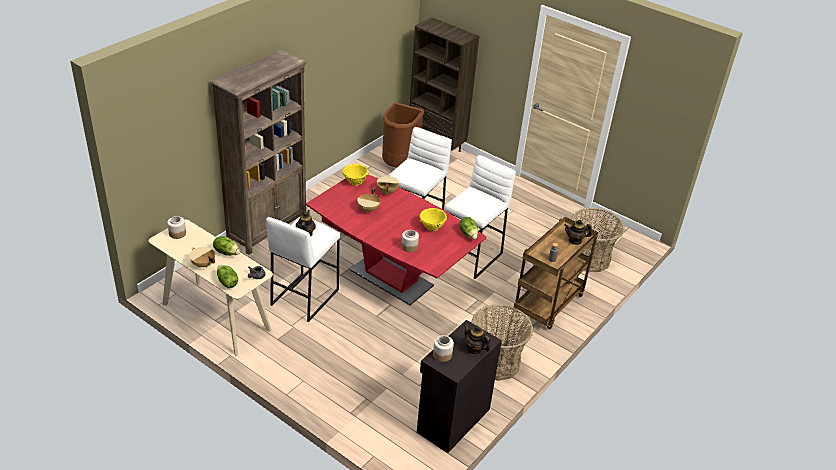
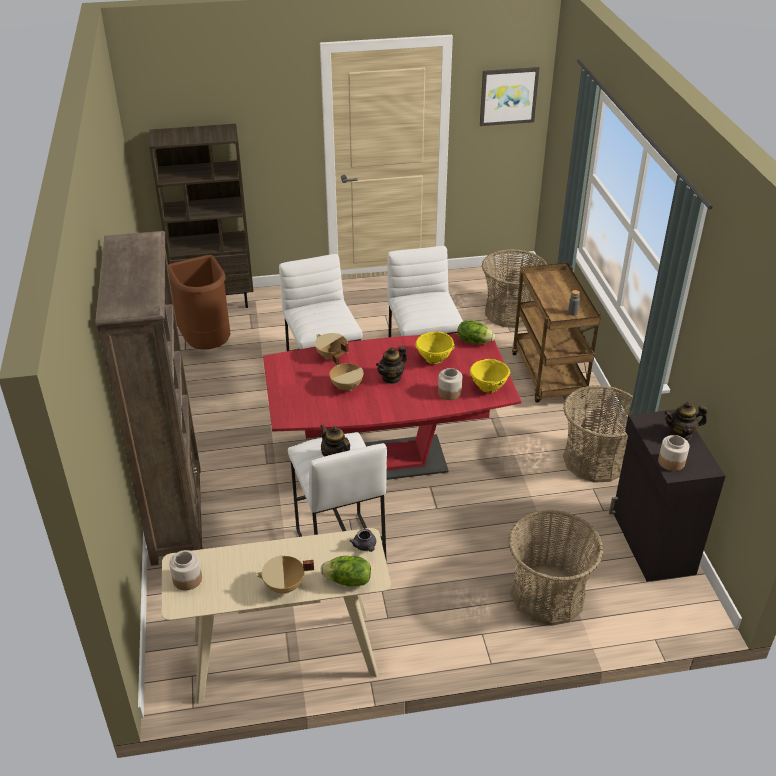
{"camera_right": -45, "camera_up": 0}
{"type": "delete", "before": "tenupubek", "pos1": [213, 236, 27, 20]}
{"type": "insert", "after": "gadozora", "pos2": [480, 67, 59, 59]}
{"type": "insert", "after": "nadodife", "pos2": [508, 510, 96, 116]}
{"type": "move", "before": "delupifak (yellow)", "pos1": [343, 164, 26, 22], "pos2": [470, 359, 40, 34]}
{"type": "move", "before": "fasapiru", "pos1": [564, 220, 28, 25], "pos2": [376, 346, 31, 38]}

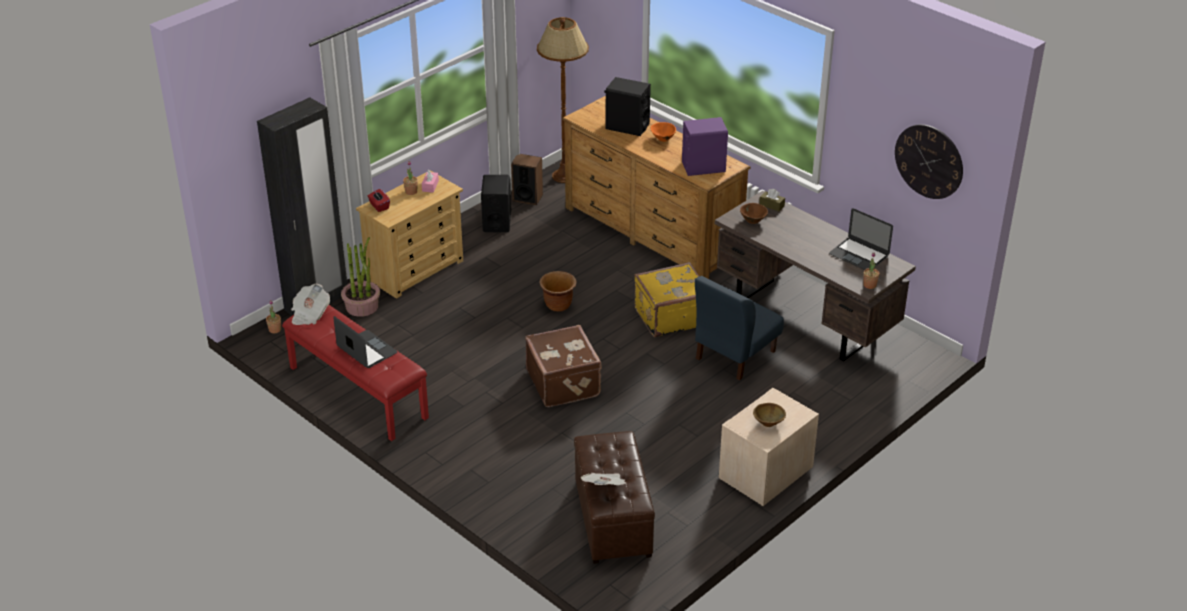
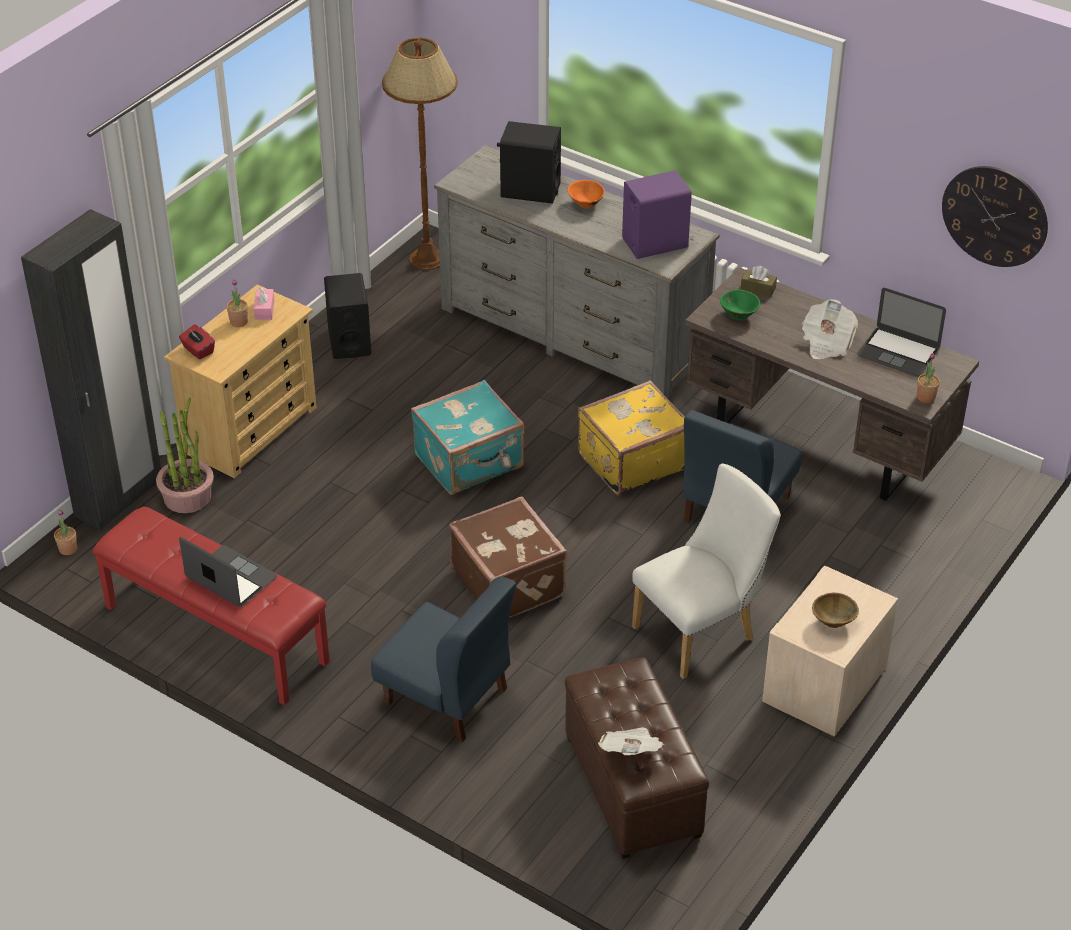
{"camera_right": -10, "camera_up": 5}
{"type": "delete", "before": "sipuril", "pos1": [511, 154, 32, 51]}
{"type": "insert", "after": "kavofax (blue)", "pos2": [371, 577, 145, 165]}
{"type": "insert", "after": "kavofax (white)", "pos2": [632, 464, 149, 215]}
{"type": "move", "before": "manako", "pos1": [291, 284, 39, 41], "pos2": [802, 299, 56, 60]}
{"type": "replace", "before": "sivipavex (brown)", "after": "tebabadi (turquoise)", "pos1": [540, 271, 37, 41], "pos2": [411, 380, 113, 115]}
{"type": "recolor", "before": "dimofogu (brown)", "after": "dimofogu (grey)", "pos1": [563, 96, 188, 183], "pos2": [434, 145, 285, 254]}
{"type": "recolor", "before": "delupifak (brown)", "after": "delupifak (green)", "pos1": [740, 203, 28, 21], "pos2": [720, 289, 40, 31]}

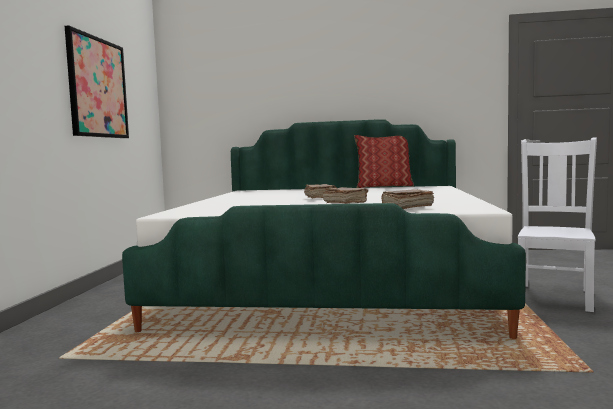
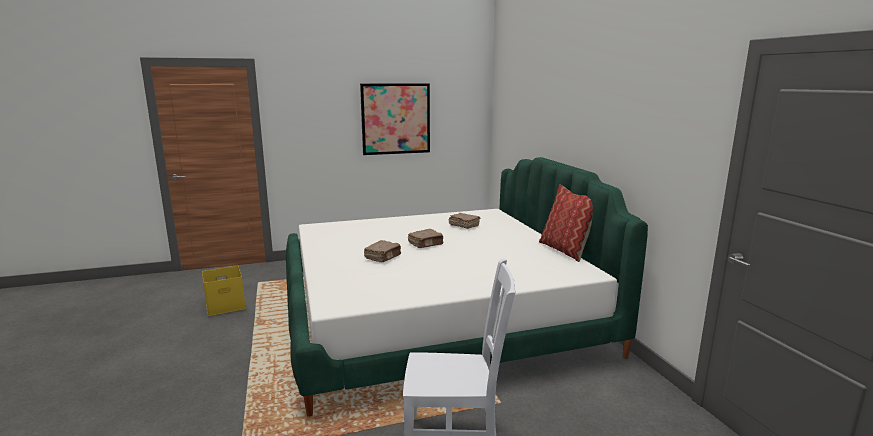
{"camera_right": 65, "camera_up": 10}
{"type": "insert", "after": "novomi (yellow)", "pos2": [202, 266, 44, 50]}
{"type": "move", "before": "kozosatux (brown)", "pos1": [381, 189, 53, 20], "pos2": [449, 213, 32, 16]}

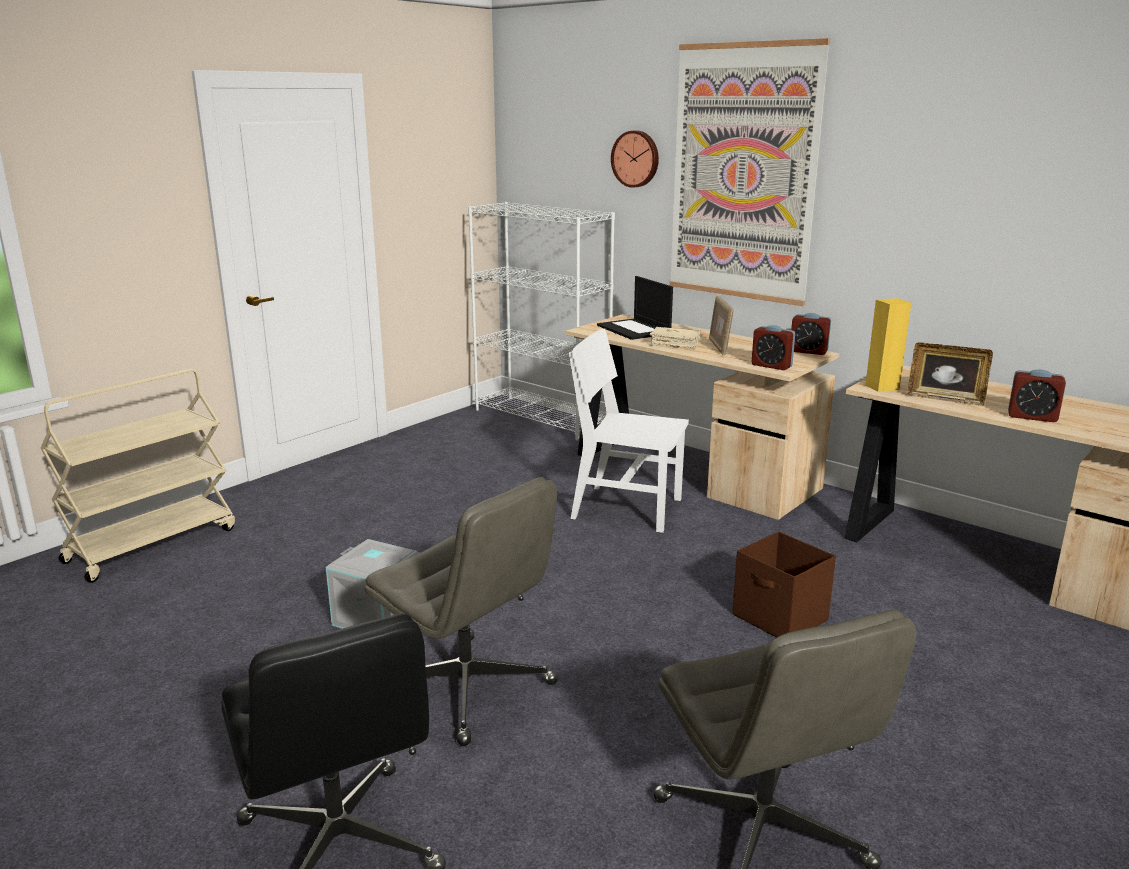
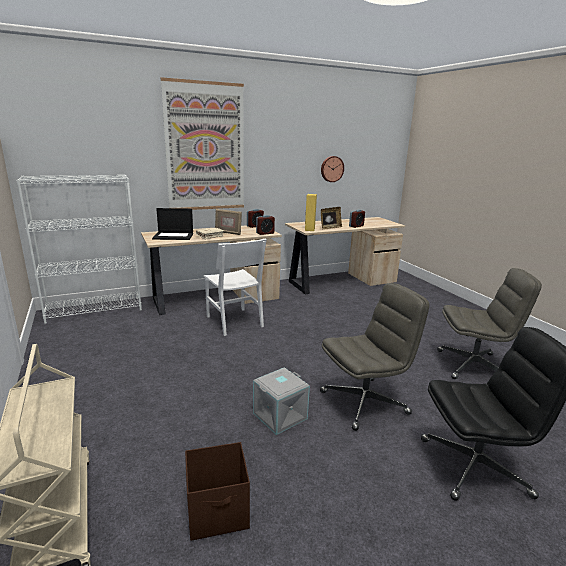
{"camera_right": -65, "camera_up": 0}
{"type": "move", "before": "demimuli", "pos1": [611, 131, 48, 57], "pos2": [321, 156, 23, 26]}
{"type": "move", "before": "novomi (brown)", "pos1": [732, 531, 104, 107], "pos2": [185, 442, 65, 99]}
{"type": "rotate", "before": "kavofax (white)", "pos1": [569, 329, 120, 204], "pos2": [204, 238, 63, 98], "turn": -75}

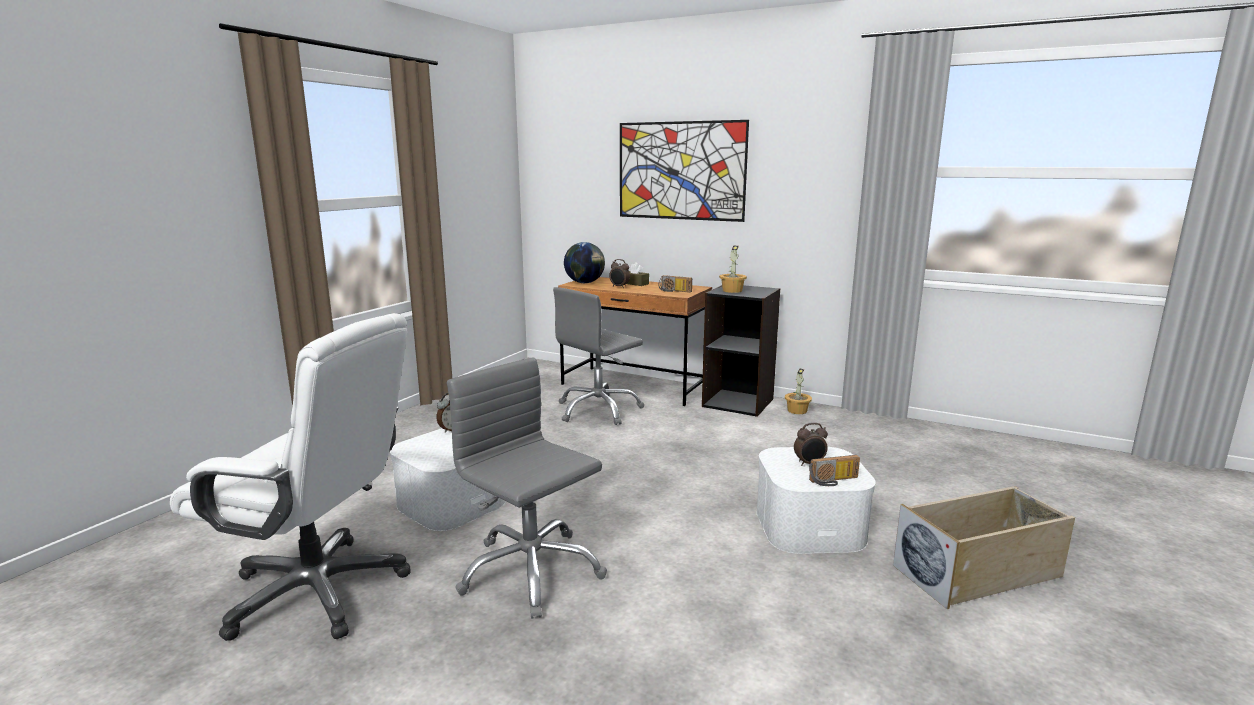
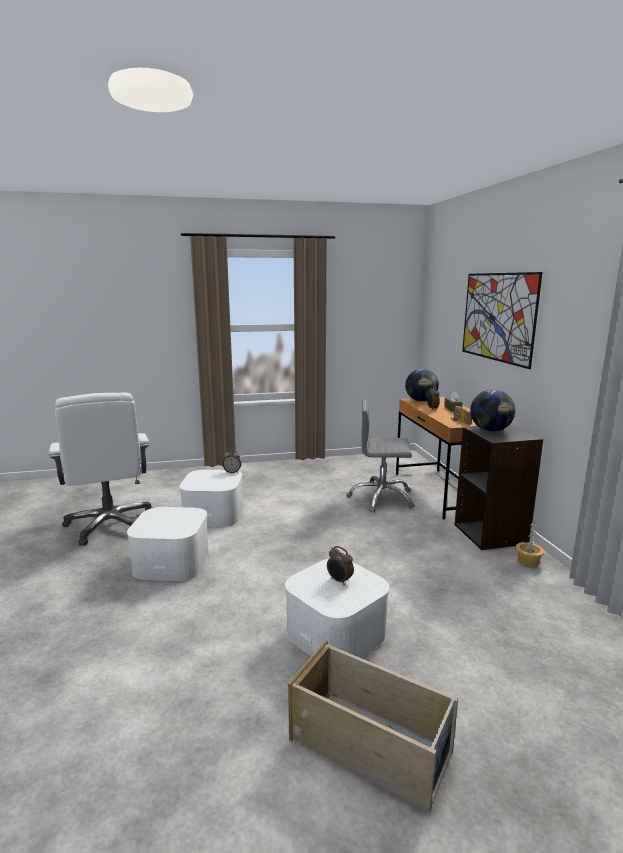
{"camera_right": 50, "camera_up": 0}
{"type": "delete", "before": "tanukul", "pos1": [809, 455, 51, 31]}
{"type": "replace", "before": "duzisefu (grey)", "after": "novomi (white)", "pos1": [447, 357, 160, 262], "pos2": [127, 507, 82, 74]}
{"type": "replace", "before": "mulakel", "after": "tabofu", "pos1": [719, 245, 28, 48], "pos2": [470, 389, 45, 43]}

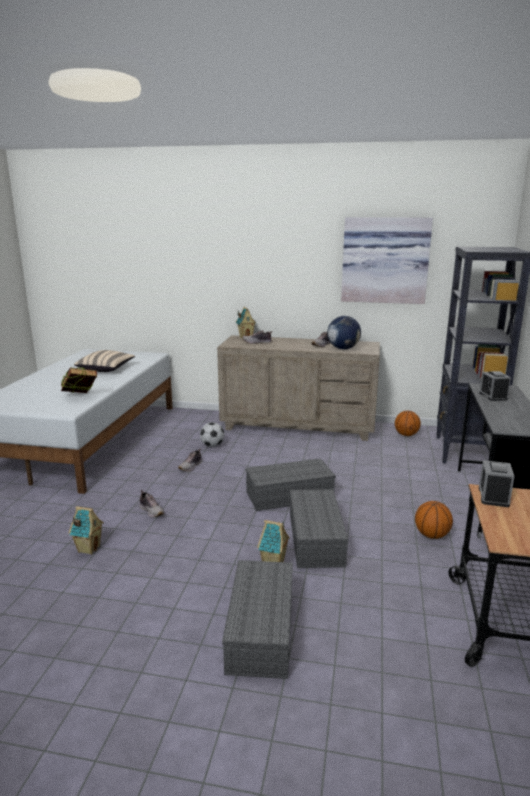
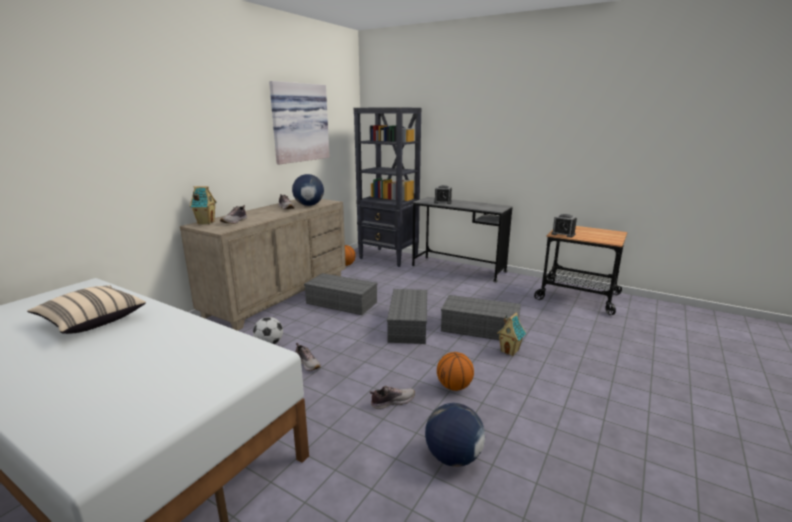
{"camera_right": -70, "camera_up": 0}
{"type": "delete", "before": "kozosatux", "pos1": [61, 367, 36, 26]}
{"type": "move", "before": "novomi (grey)", "pos1": [222, 560, 71, 119], "pos2": [304, 273, 73, 42]}
{"type": "move", "before": "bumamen", "pos1": [415, 501, 38, 38], "pos2": [437, 352, 37, 39]}
{"type": "replace", "before": "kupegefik", "after": "tabofu", "pos1": [69, 506, 35, 49], "pos2": [425, 403, 60, 64]}

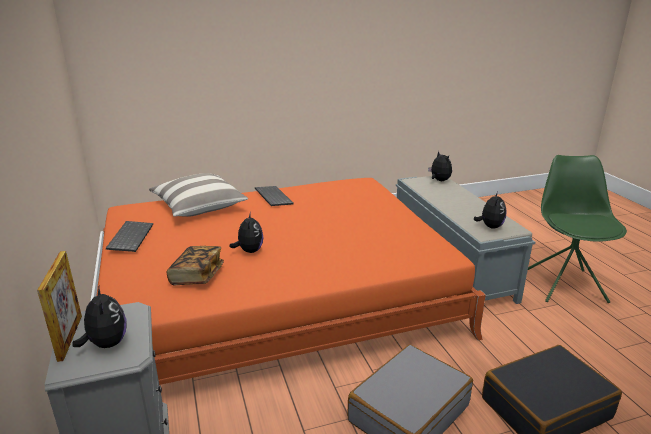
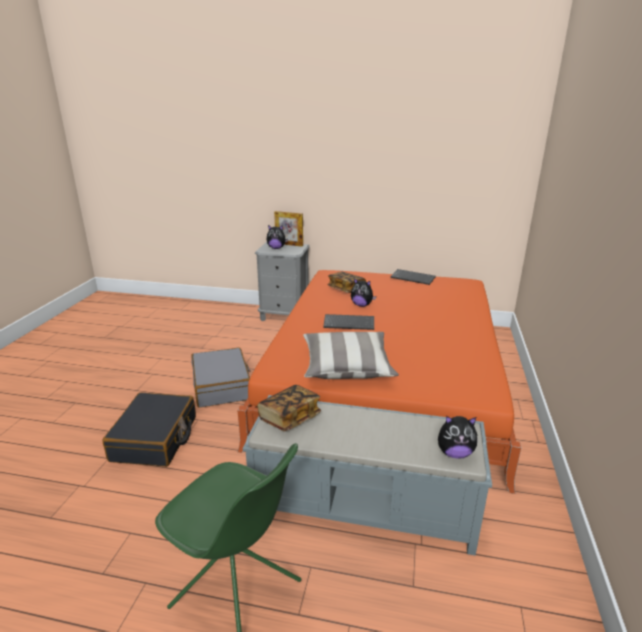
{"camera_right": 120, "camera_up": 0}
{"type": "move", "before": "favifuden", "pos1": [149, 173, 99, 44], "pos2": [303, 332, 96, 47]}
{"type": "move", "before": "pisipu", "pos1": [255, 186, 39, 20], "pos2": [323, 314, 51, 16]}
{"type": "replace", "before": "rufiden", "after": "kozosatux", "pos1": [474, 192, 32, 37], "pos2": [257, 385, 64, 46]}

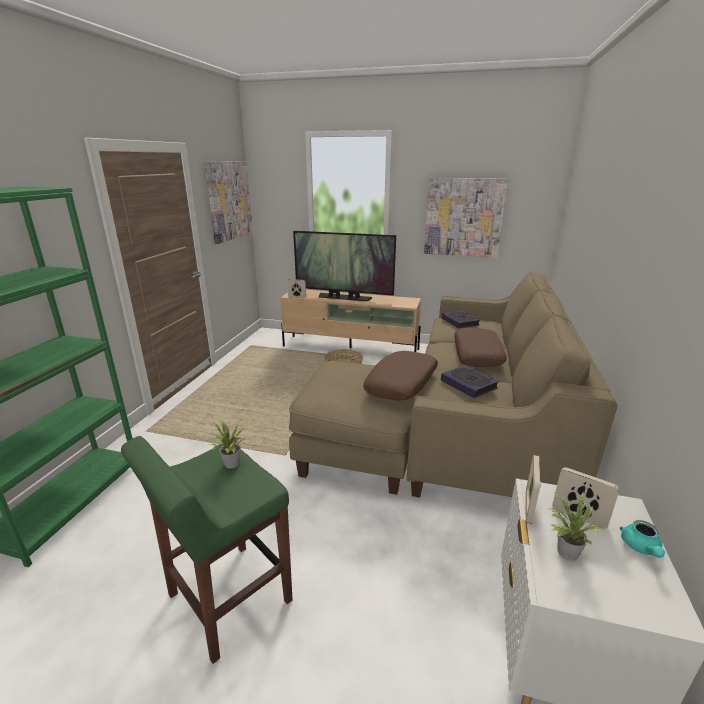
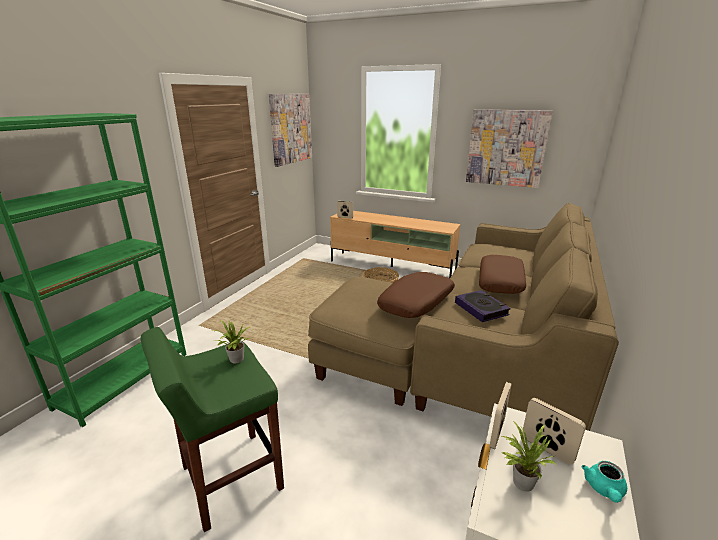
{"camera_right": 10, "camera_up": 0}
{"type": "delete", "before": "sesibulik", "pos1": [293, 231, 103, 70]}
{"type": "delete", "before": "kozosatux", "pos1": [442, 311, 38, 17]}

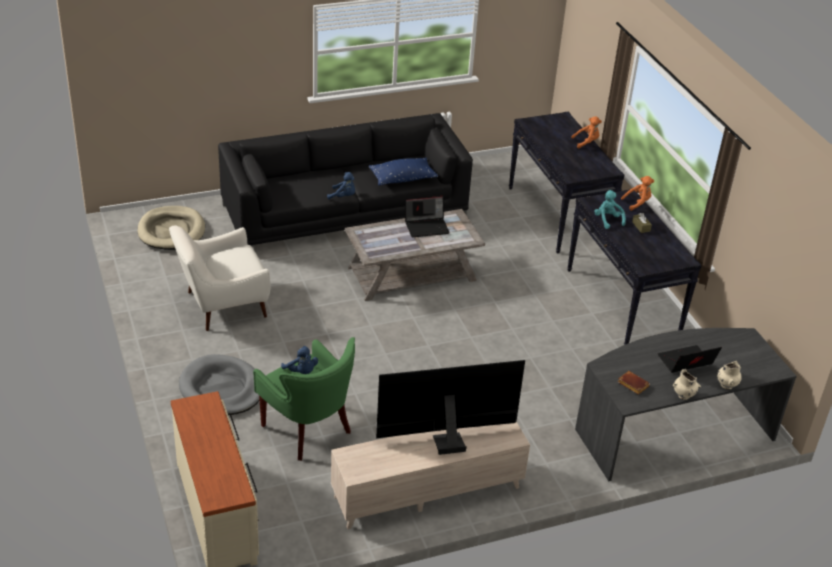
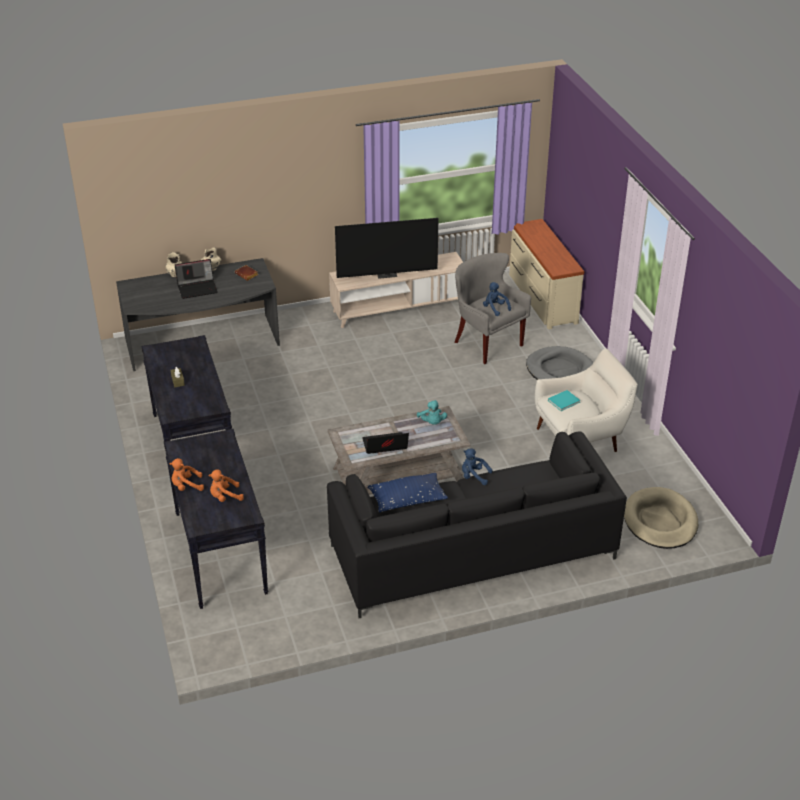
{"camera_right": -175, "camera_up": 0}
{"type": "insert", "after": "kozosatux (turquoise)", "pos2": [548, 390, 32, 21]}
{"type": "move", "before": "rufiden (turquoise)", "pos1": [594, 190, 32, 39], "pos2": [417, 400, 30, 25]}
{"type": "move", "before": "rufiden (orange)", "pos1": [621, 176, 33, 35], "pos2": [208, 469, 36, 33]}
{"type": "recolor", "before": "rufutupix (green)", "after": "rufutupix (grey)", "pos1": [253, 337, 102, 124], "pos2": [454, 253, 77, 111]}

